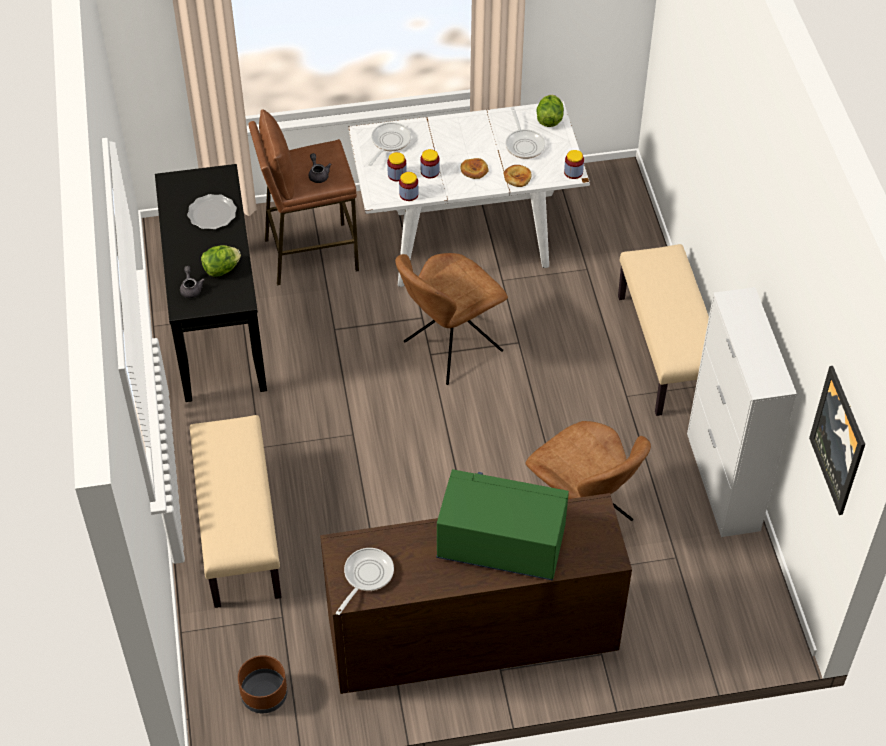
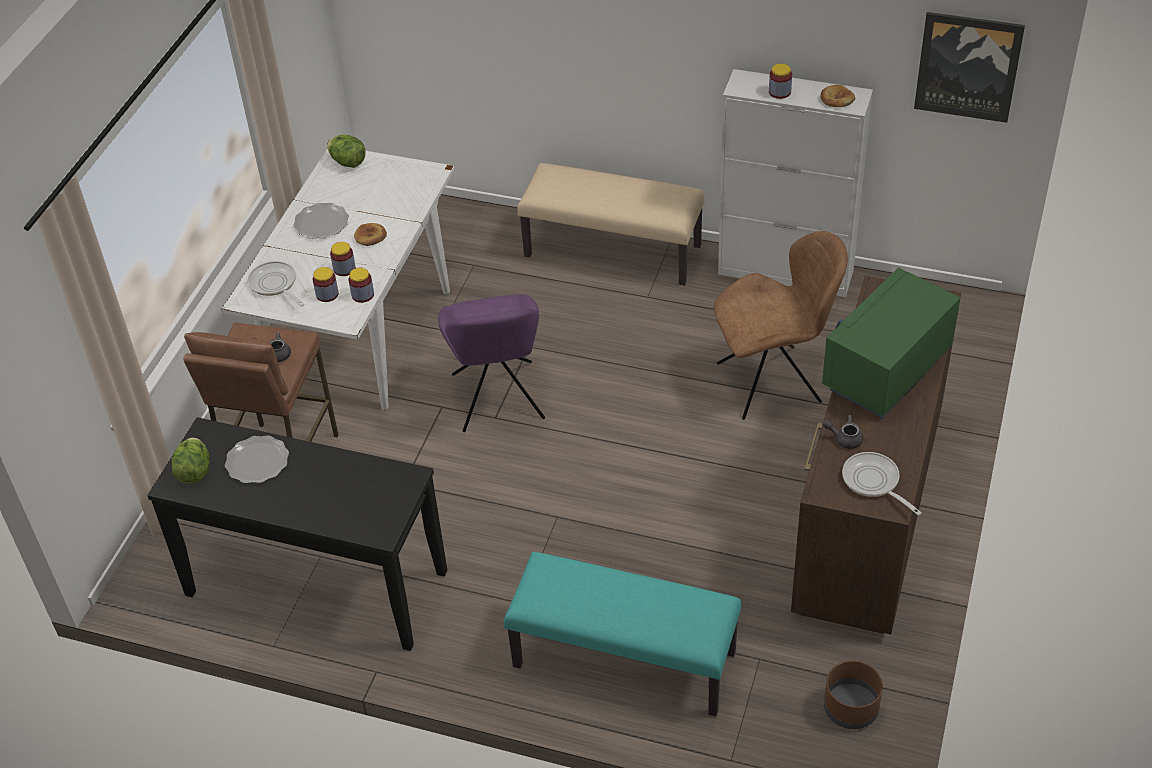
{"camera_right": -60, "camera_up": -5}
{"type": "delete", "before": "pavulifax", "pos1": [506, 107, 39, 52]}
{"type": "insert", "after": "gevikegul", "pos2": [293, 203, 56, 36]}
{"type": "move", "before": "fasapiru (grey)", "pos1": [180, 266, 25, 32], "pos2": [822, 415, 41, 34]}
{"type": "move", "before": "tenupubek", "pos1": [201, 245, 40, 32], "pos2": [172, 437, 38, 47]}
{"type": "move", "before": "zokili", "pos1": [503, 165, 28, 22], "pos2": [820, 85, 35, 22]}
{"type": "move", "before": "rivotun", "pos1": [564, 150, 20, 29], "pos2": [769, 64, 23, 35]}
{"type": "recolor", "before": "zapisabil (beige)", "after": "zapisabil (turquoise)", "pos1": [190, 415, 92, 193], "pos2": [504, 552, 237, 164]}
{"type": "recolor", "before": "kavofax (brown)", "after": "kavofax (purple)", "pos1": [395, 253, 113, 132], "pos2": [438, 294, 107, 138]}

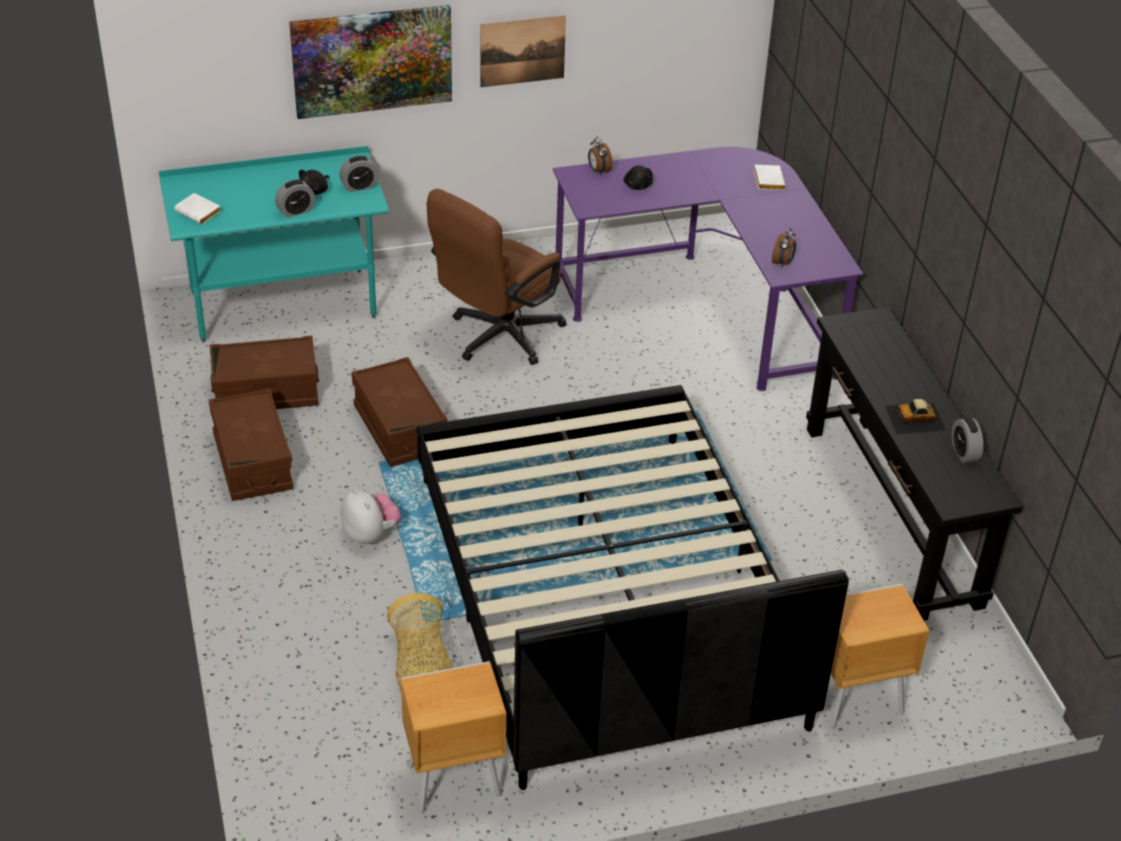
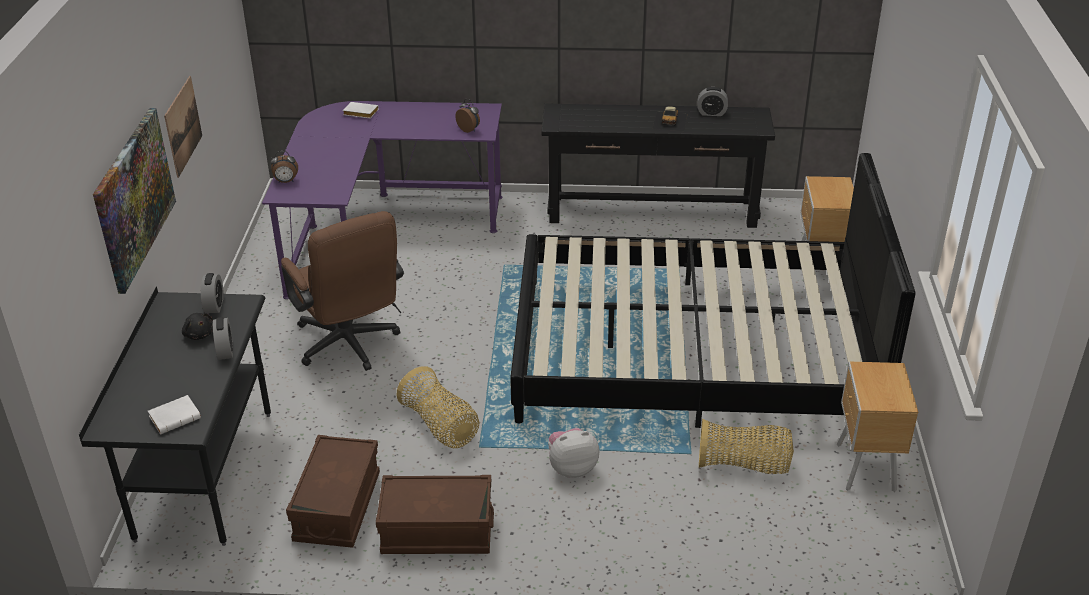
{"camera_right": -70, "camera_up": -5}
{"type": "delete", "before": "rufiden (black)", "pos1": [624, 165, 29, 25]}
{"type": "replace", "before": "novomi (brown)", "after": "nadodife", "pos1": [351, 357, 96, 110], "pos2": [396, 366, 83, 82]}
{"type": "recolor", "before": "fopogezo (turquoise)", "after": "fopogezo (black)", "pos1": [159, 146, 230, 197], "pos2": [79, 286, 192, 260]}

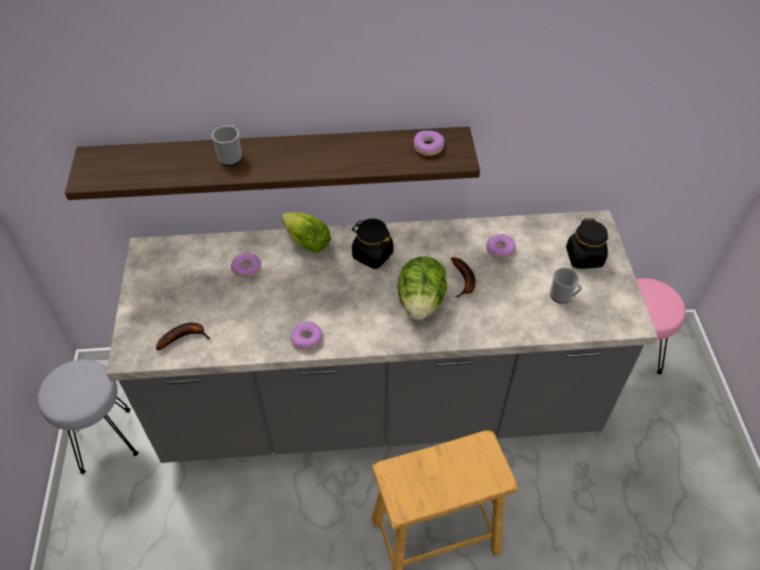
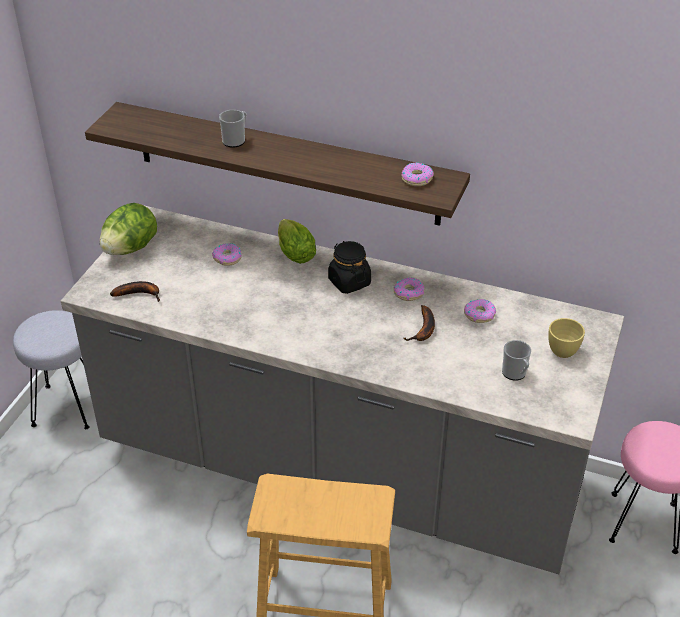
{"camera_right": 25, "camera_up": -10}
{"type": "move", "before": "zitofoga", "pos1": [291, 322, 32, 28], "pos2": [394, 277, 31, 24]}
{"type": "move", "before": "tenupubek", "pos1": [398, 256, 49, 64], "pos2": [100, 203, 57, 52]}
{"type": "replace", "before": "rivotun (black)", "after": "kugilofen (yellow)", "pos1": [566, 218, 42, 51], "pos2": [548, 318, 37, 40]}

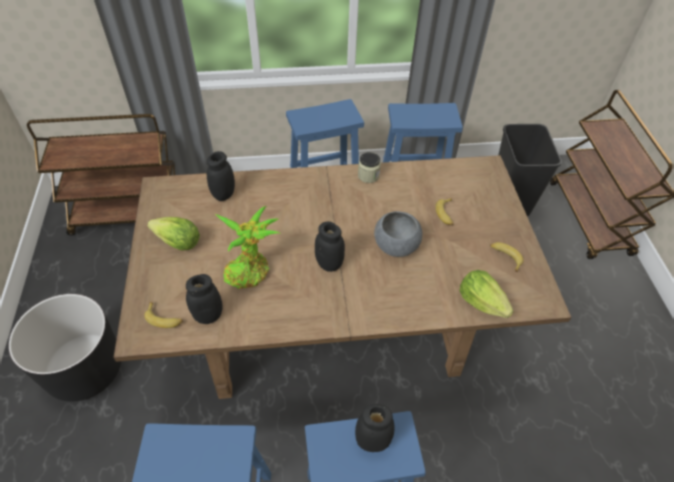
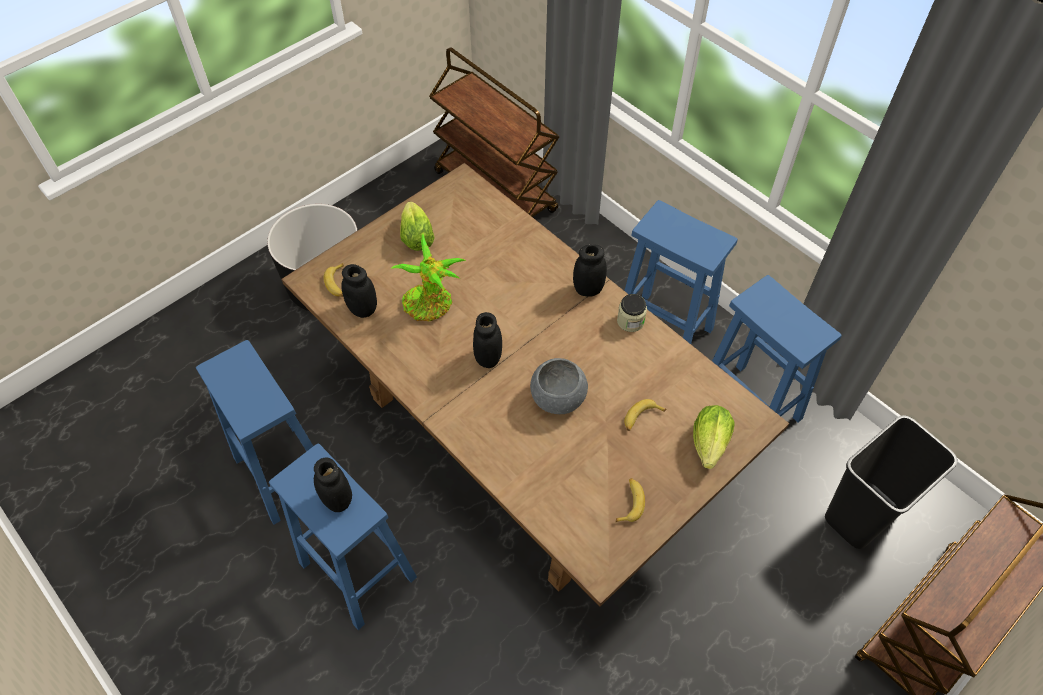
{"camera_right": 55, "camera_up": 5}
{"type": "move", "before": "rivotun (black)", "pos1": [207, 151, 28, 50], "pos2": [573, 244, 34, 53]}
{"type": "move", "before": "tenupubek", "pos1": [459, 270, 55, 48], "pos2": [693, 405, 41, 64]}

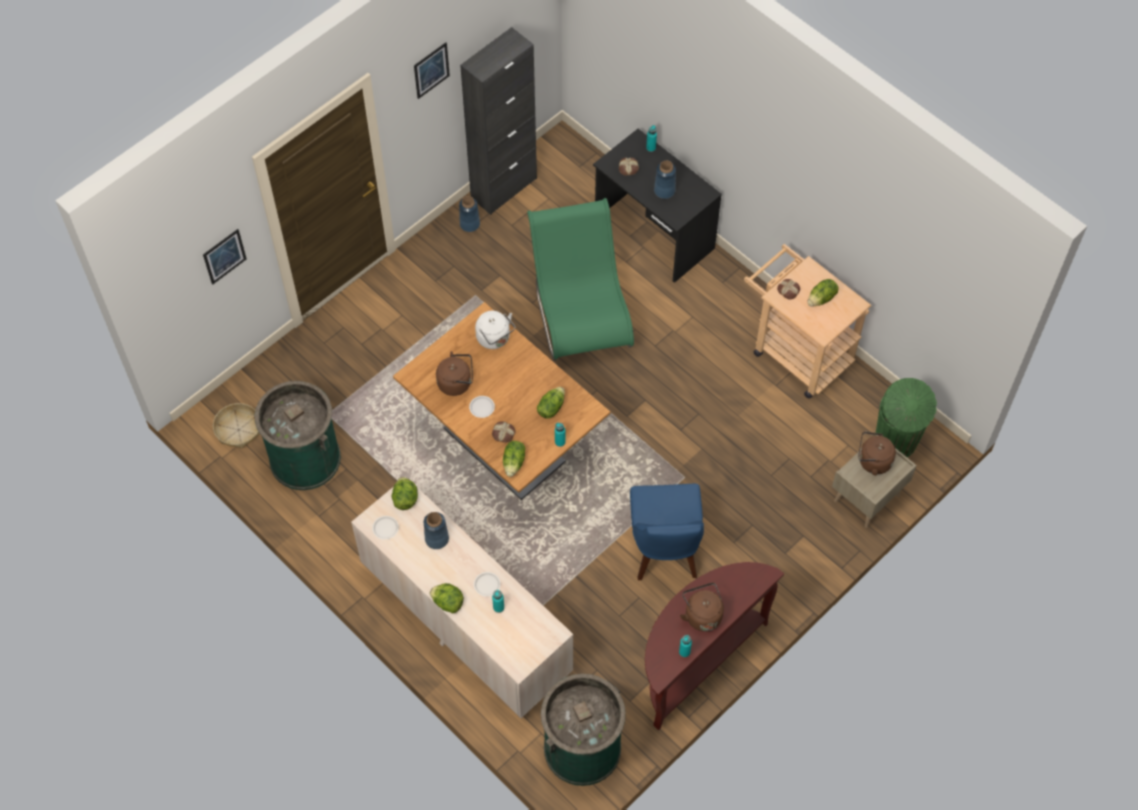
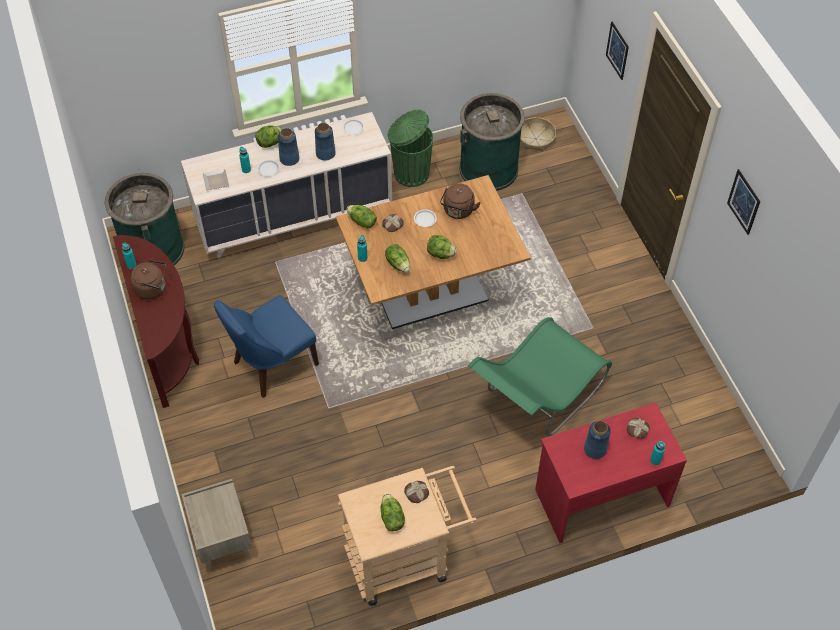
{"camera_right": 115, "camera_up": -5}
{"type": "delete", "before": "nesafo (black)", "pos1": [460, 27, 77, 188]}
{"type": "delete", "before": "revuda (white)", "pos1": [475, 311, 40, 38]}
{"type": "delete", "before": "revuda (brown)", "pos1": [858, 432, 38, 44]}
{"type": "insert", "after": "gevikegul", "pos2": [203, 169, 26, 21]}
{"type": "move", "before": "tenupubek", "pos1": [392, 477, 26, 33], "pos2": [427, 235, 30, 24]}
{"type": "move", "before": "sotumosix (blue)", "pos1": [459, 196, 21, 36], "pos2": [278, 128, 21, 38]}
{"type": "move", "before": "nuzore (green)", "pos1": [876, 378, 61, 79], "pos2": [387, 110, 46, 77]}
{"type": "recolor", "before": "fopogezo (black)", "after": "fopogezo (red)", "pos1": [593, 129, 129, 154], "pos2": [535, 402, 152, 141]}
{"type": "rotate", "before": "kavofax (green)", "pos1": [527, 198, 107, 163], "pos2": [468, 317, 144, 119], "turn": 120}
{"type": "rotate", "before": "kavofax (blue)", "pos1": [630, 484, 74, 96], "pos2": [214, 295, 105, 103], "turn": -60}

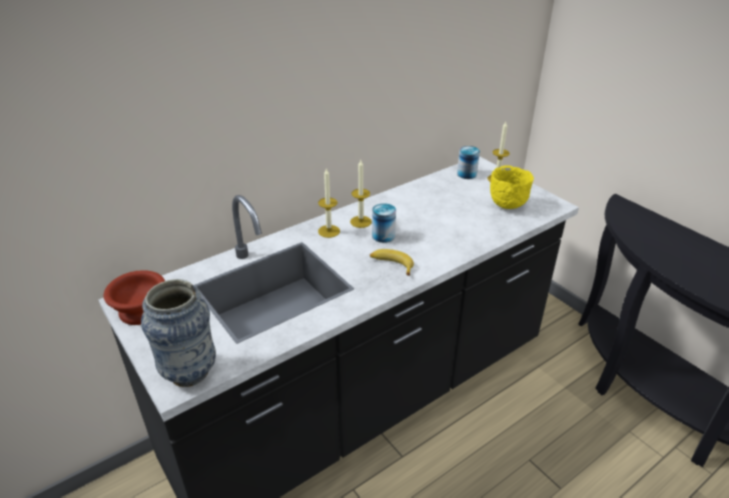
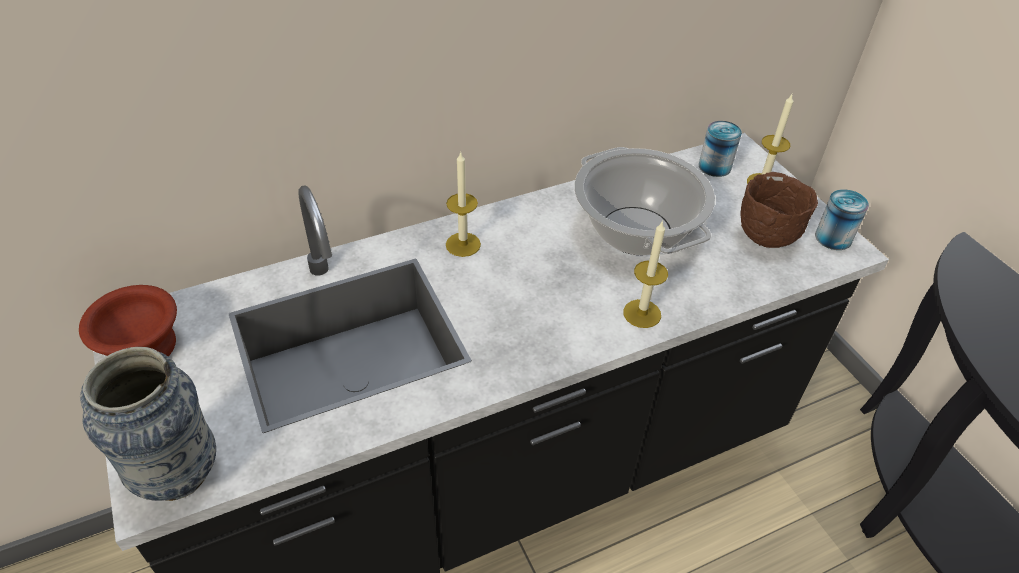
{"camera_right": 10, "camera_up": 10}
{"type": "delete", "before": "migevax", "pos1": [370, 249, 44, 27]}
{"type": "insert", "after": "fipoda", "pos2": [574, 147, 141, 108]}
{"type": "move", "before": "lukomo", "pos1": [350, 160, 22, 68], "pos2": [623, 220, 45, 108]}
{"type": "move", "before": "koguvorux", "pos1": [372, 203, 24, 40], "pos2": [815, 189, 54, 61]}
{"type": "recolor", "before": "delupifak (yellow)", "after": "delupifak (brown)", "pos1": [490, 165, 44, 44], "pos2": [740, 172, 78, 76]}

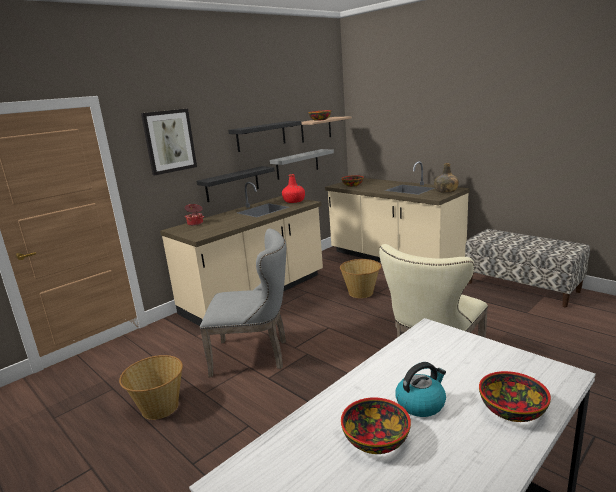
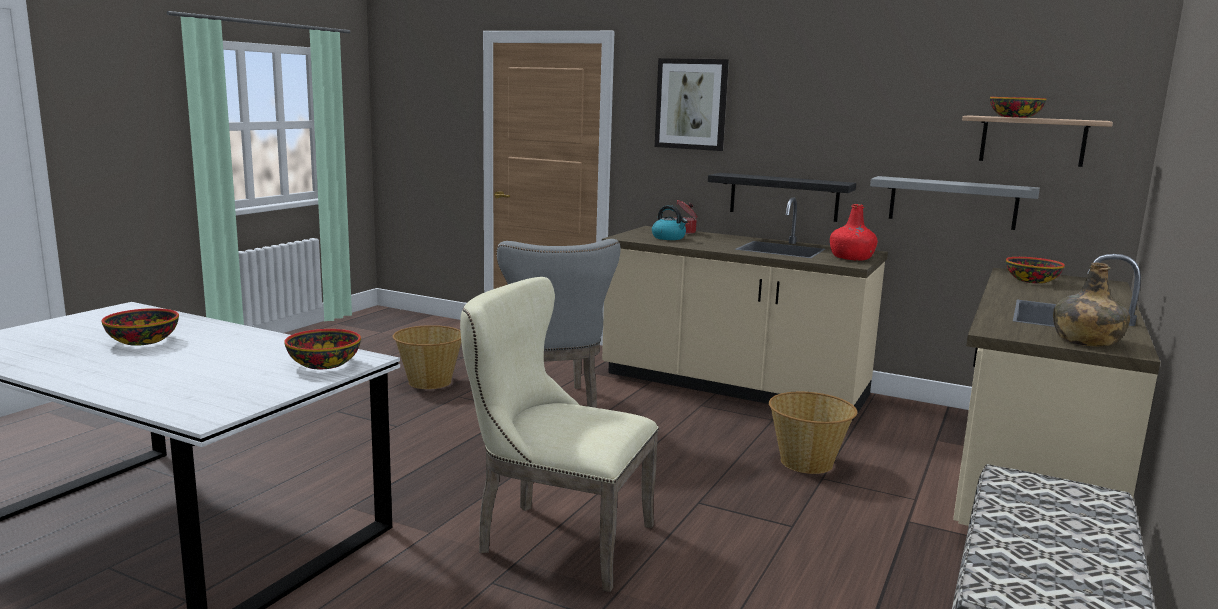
{"camera_right": 70, "camera_up": -5}
{"type": "delete", "before": "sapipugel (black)", "pos1": [228, 121, 74, 31]}
{"type": "move", "before": "revuda", "pos1": [396, 362, 50, 55], "pos2": [652, 205, 36, 35]}
{"type": "move", "before": "delupifak", "pos1": [479, 371, 72, 51], "pos2": [284, 329, 77, 40]}

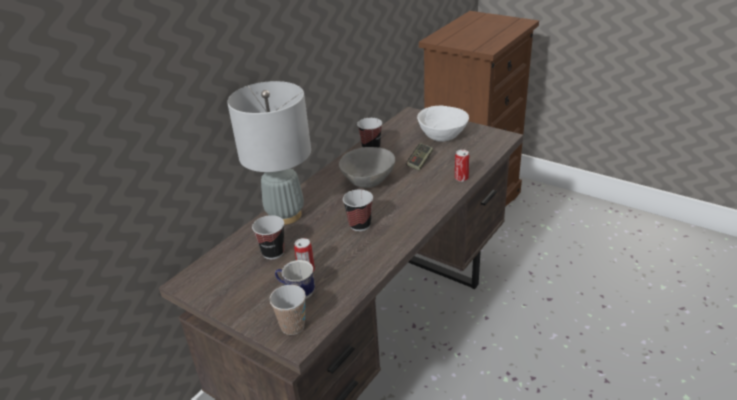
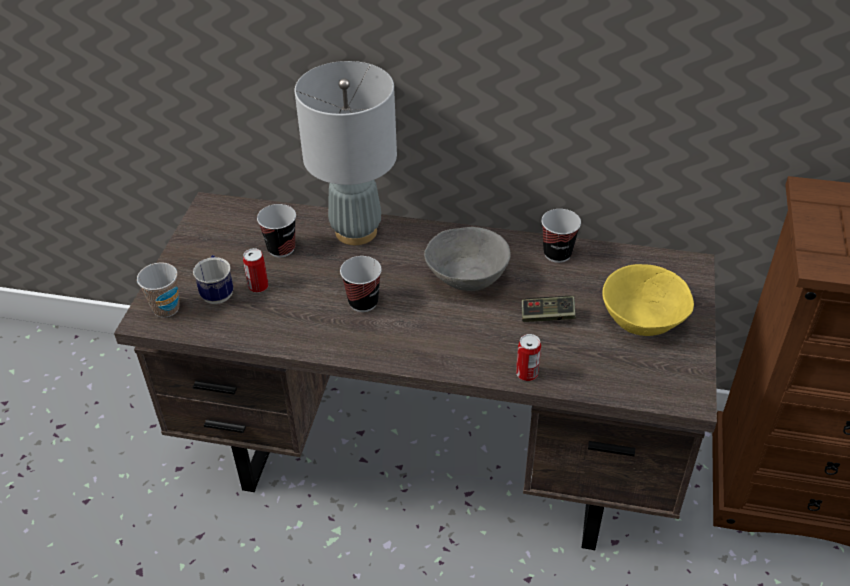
{"camera_right": 65, "camera_up": 10}
{"type": "recolor", "before": "delupifak (white)", "after": "delupifak (yellow)", "pos1": [417, 106, 52, 36], "pos2": [602, 264, 92, 72]}

